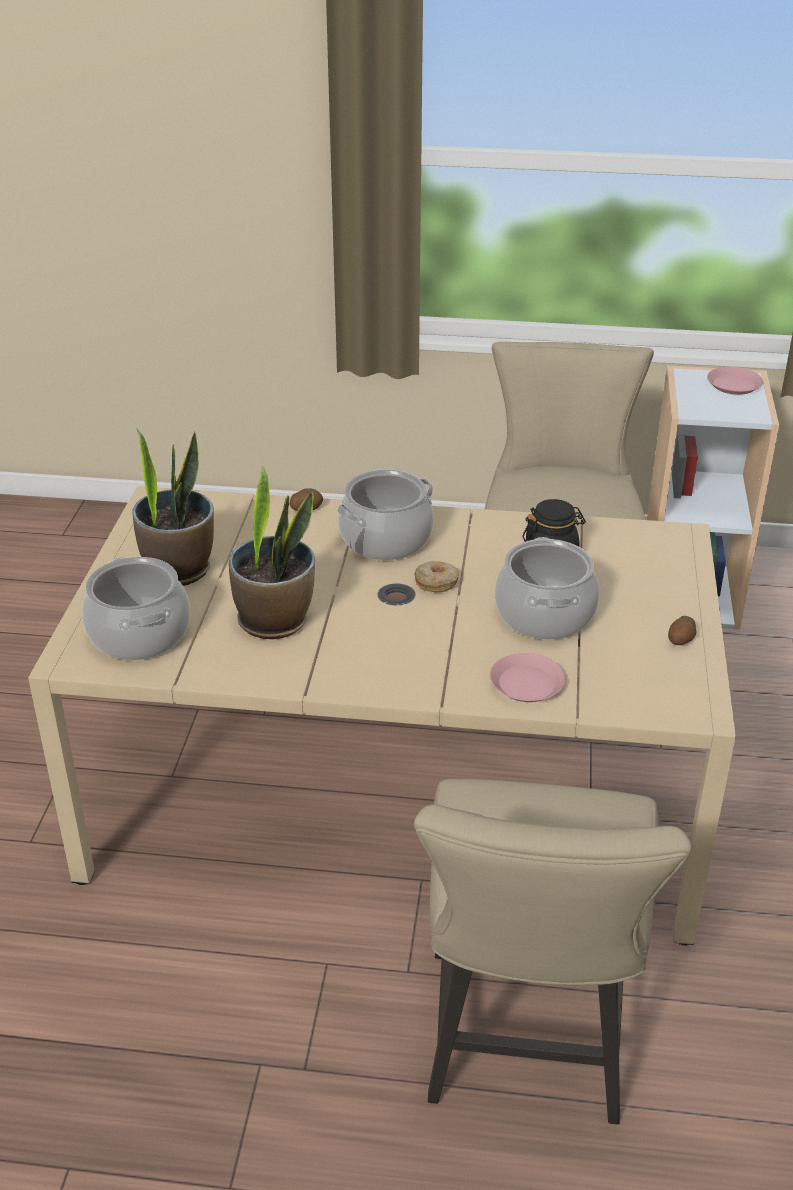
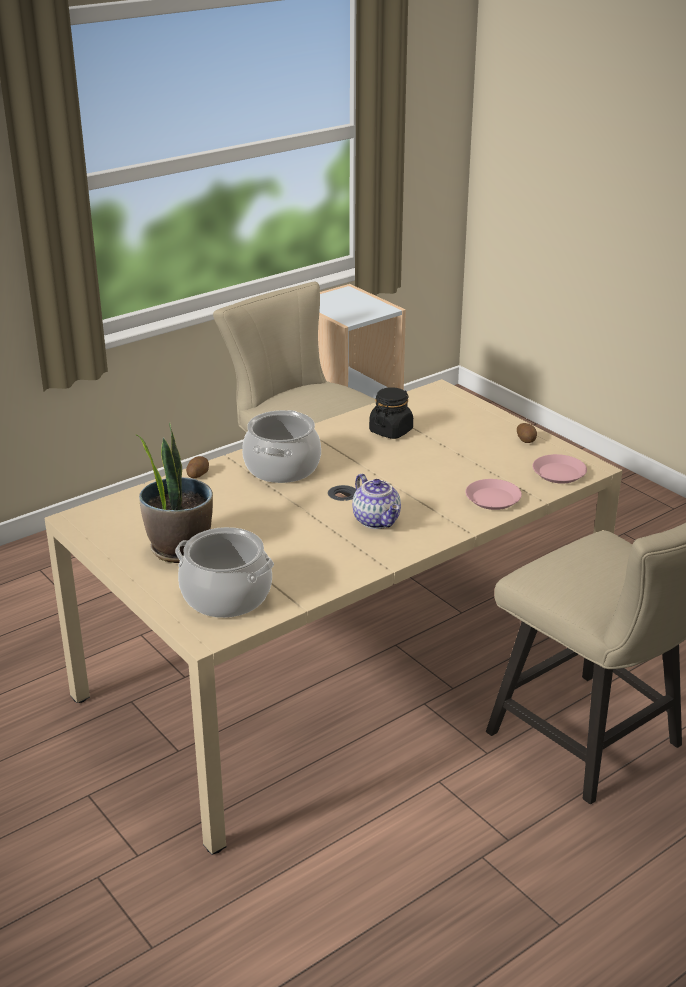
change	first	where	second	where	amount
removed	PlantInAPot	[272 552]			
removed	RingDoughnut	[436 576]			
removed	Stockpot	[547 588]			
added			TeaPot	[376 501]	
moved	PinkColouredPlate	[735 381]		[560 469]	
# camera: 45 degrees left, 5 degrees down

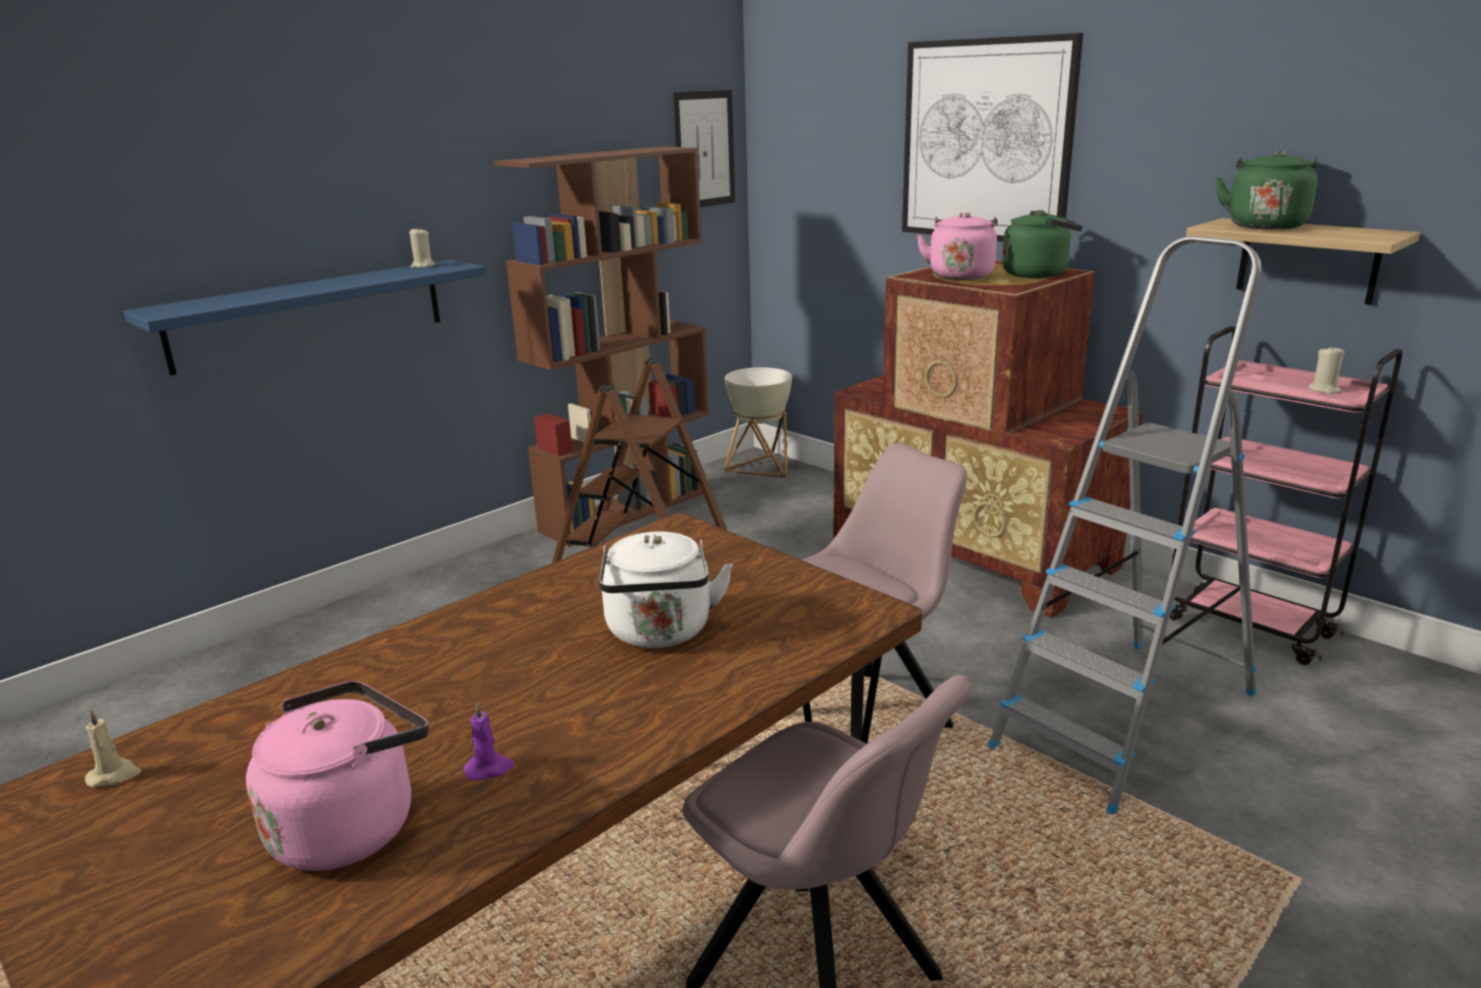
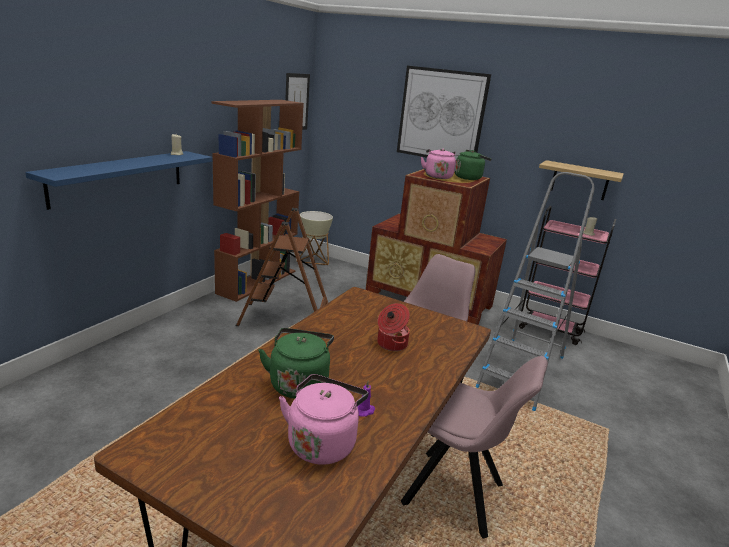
change	first	where	second	where	amount
removed	SandColouredWaxCandle	[113 748]			
moved	GreenTeaKettle	[1267 190]		[296 363]	
replaced	WhiteColouredTeaKettle	[666 589]	Stockpot	[393 327]	
# camera: 20 degrees left, 0 degrees up

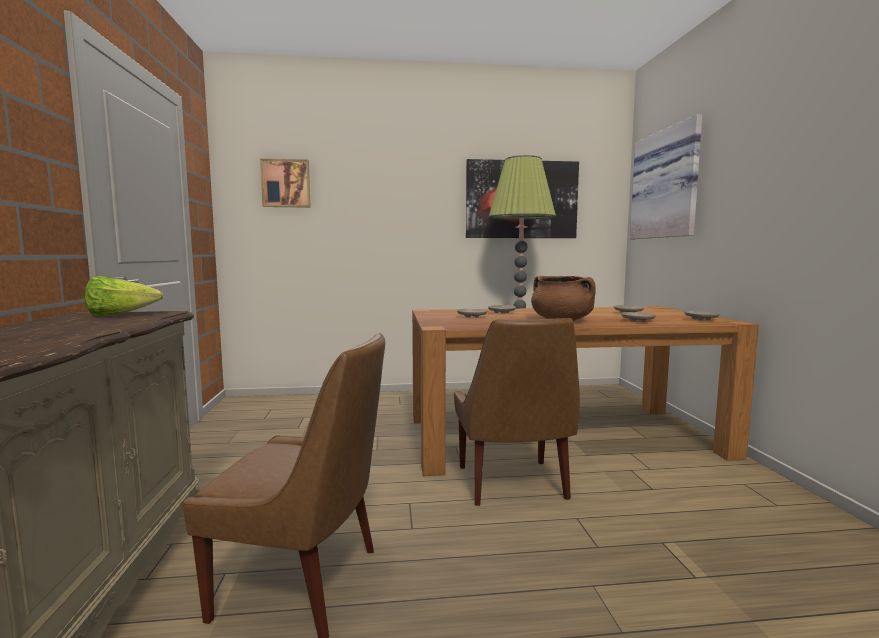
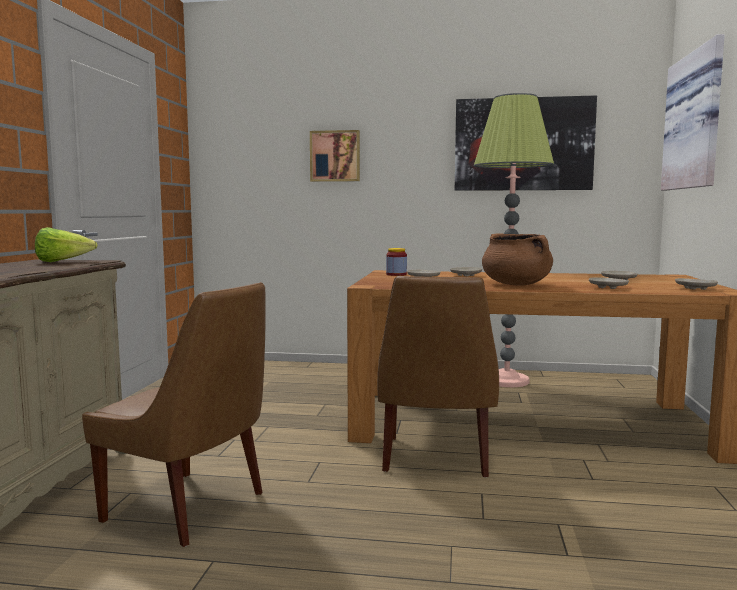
change	first	where	second	where	amount
added			Jar	[396 262]	
moved	WallArt	[285 183]		[335 156]	
# camera: 15 degrees right, 0 degrees up

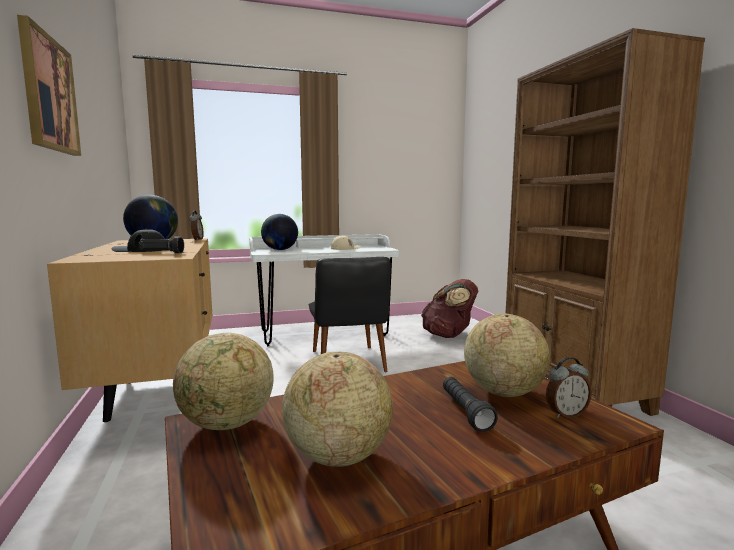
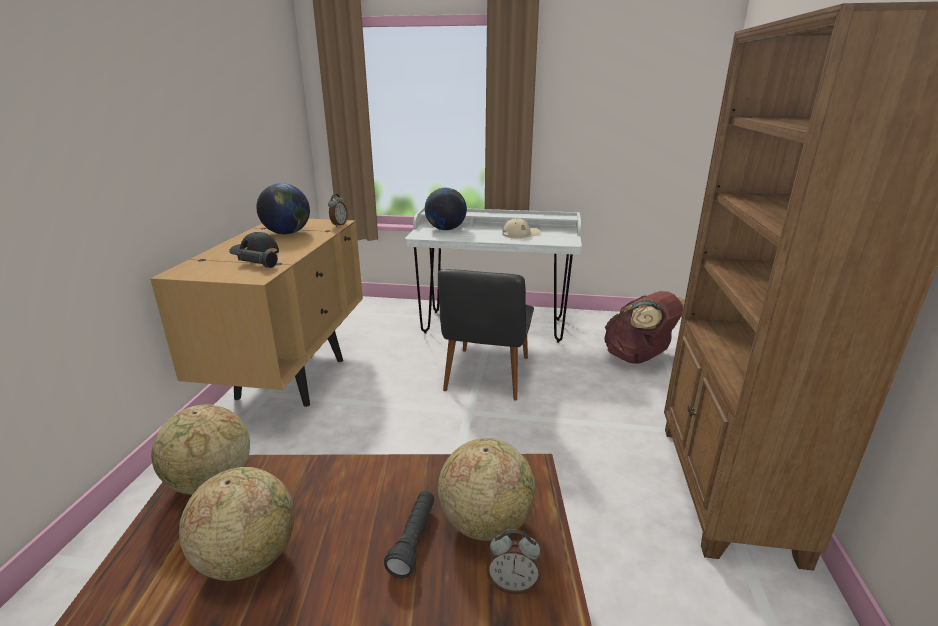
change	first	where	second	where	amount
removed	WallArt	[49 85]			
# camera: 25 degrees right, 15 degrees up

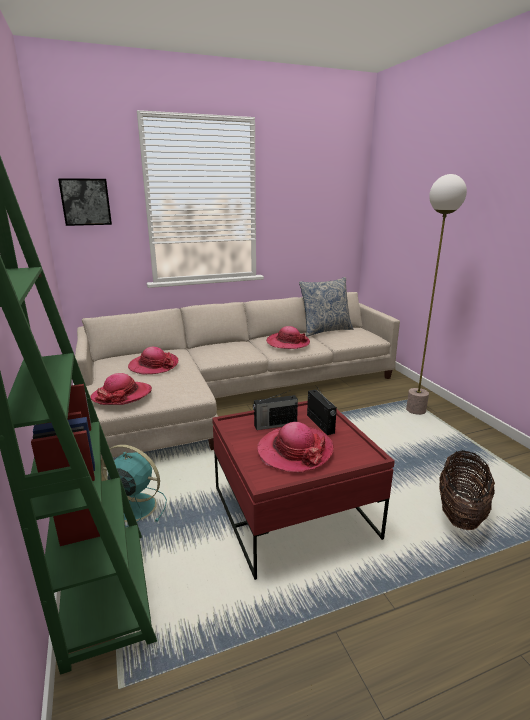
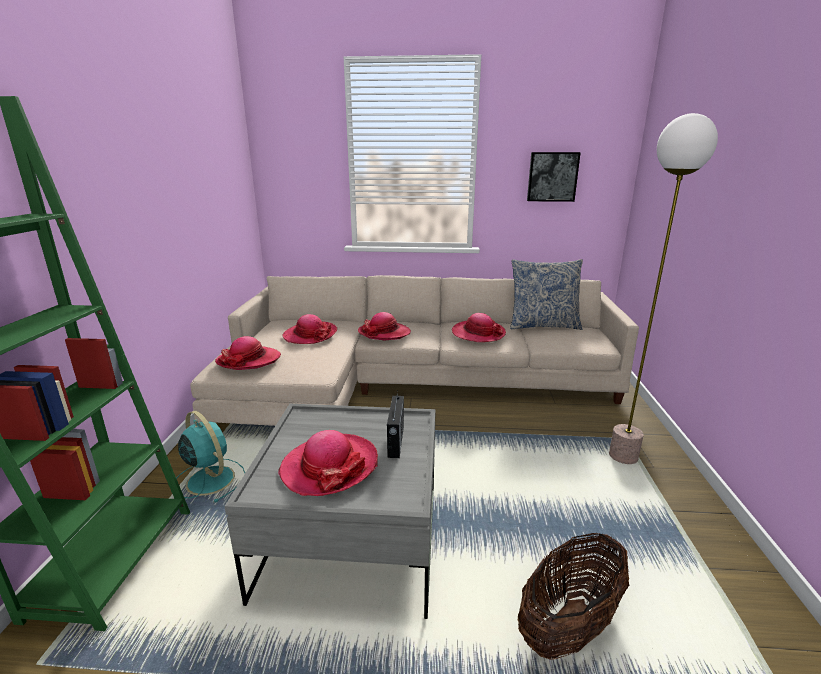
change	first	where	second	where	amount
removed	RadioSet	[275 410]			
added			WearableHat	[384 326]	
moved	WallArt	[85 202]		[554 177]	
recoloured	ReddishLoungeTable	[303 490]	GrayLoungeTable	[330 511]	
# camera: 25 degrees right, 0 degrees up

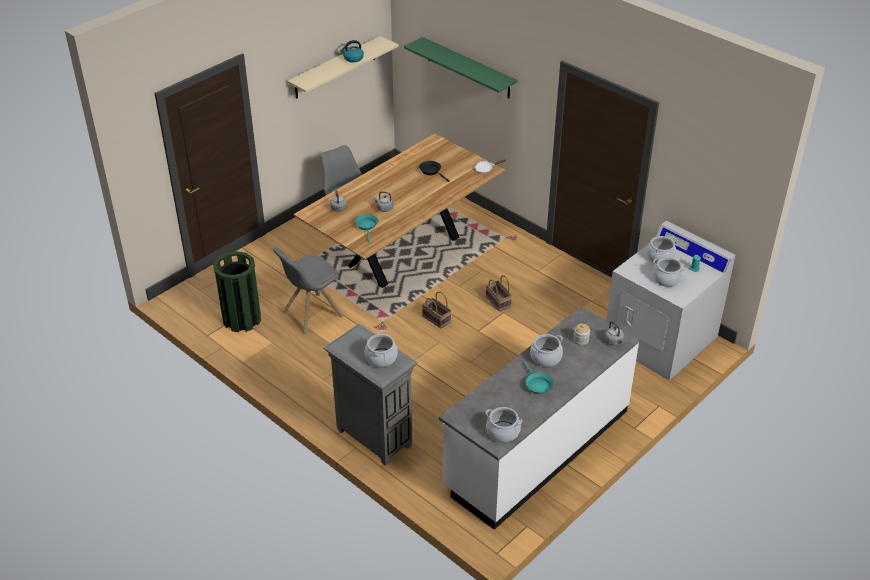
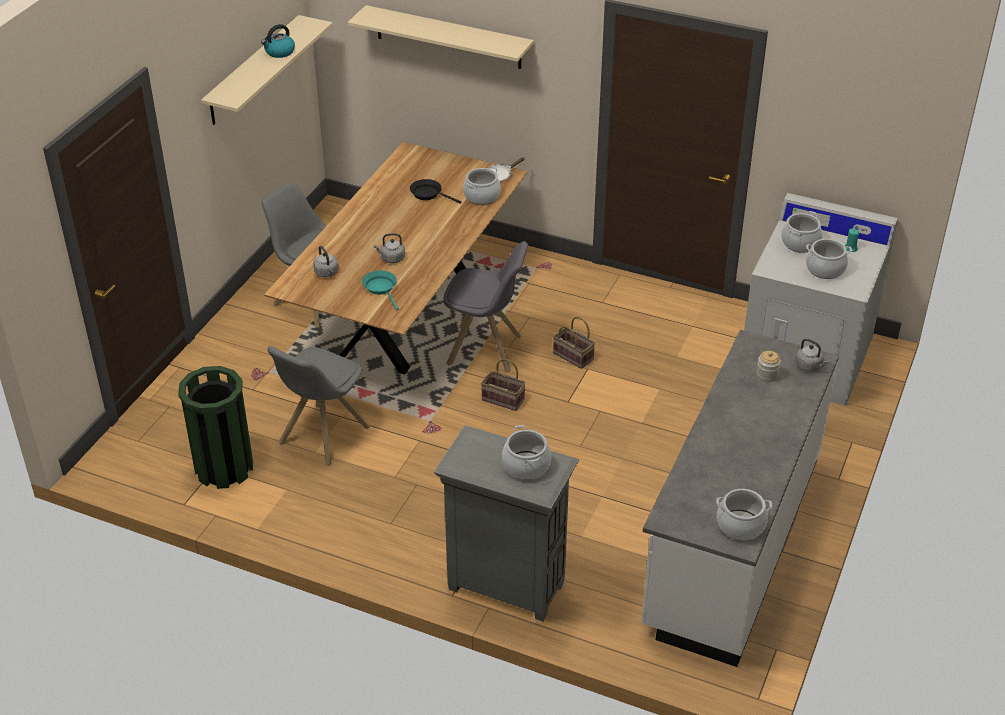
change	first	where	second	where	amount
removed	TurquoiseFryingPan	[539 378]			
added			GrayPlainChair	[485 306]	
moved	Stockpot	[546 350]		[482 185]	
recoloured	GreenBracketShelf	[460 67]	SandColouredBracketShelf	[441 37]	
# camera: 20 degrees left, 0 degrees up

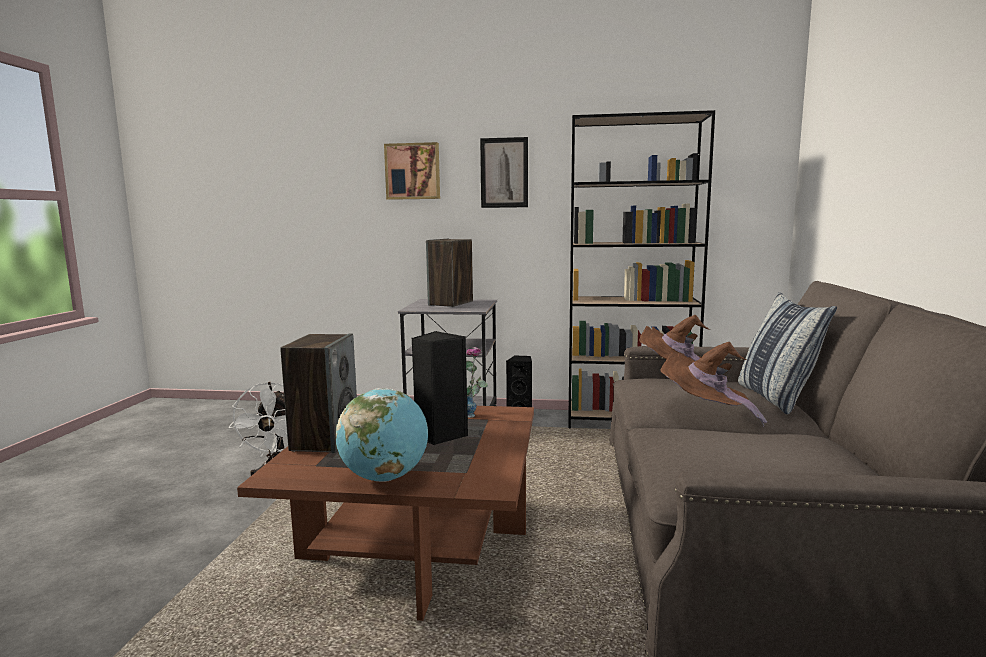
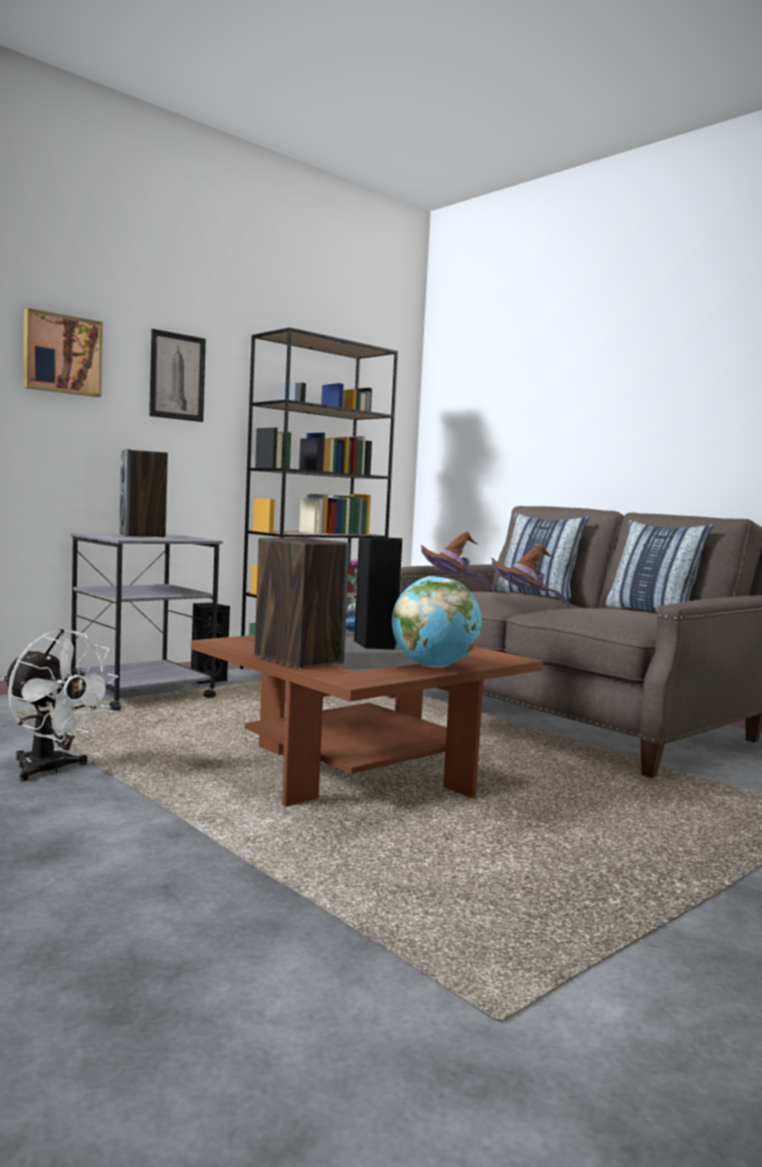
change	first	where	second	where	amount
added			ThrowPillow	[659 566]	
# camera: 50 degrees left, 5 degrees down

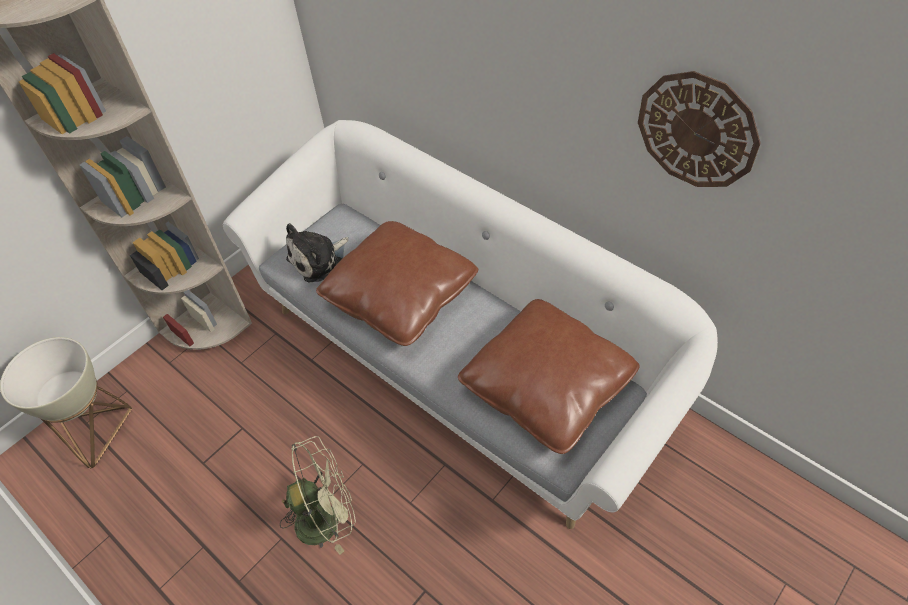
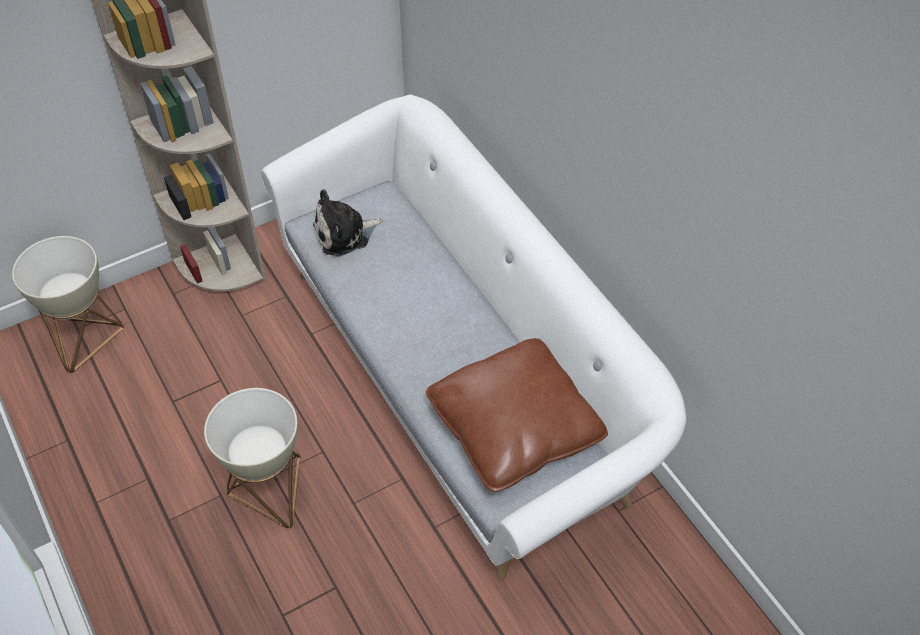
change	first	where	second	where	amount
removed	BrownThrowPillow	[397 283]			
removed	ClockOnTheWall	[699 129]			
replaced	GreenCoolingFan	[318 495]	Planter	[252 458]	
# camera: 15 degrees right, 0 degrees up

